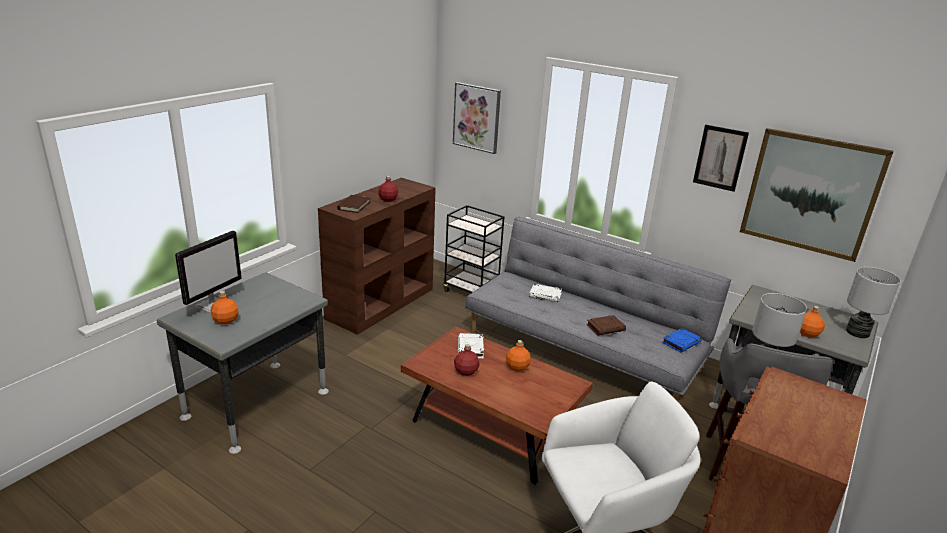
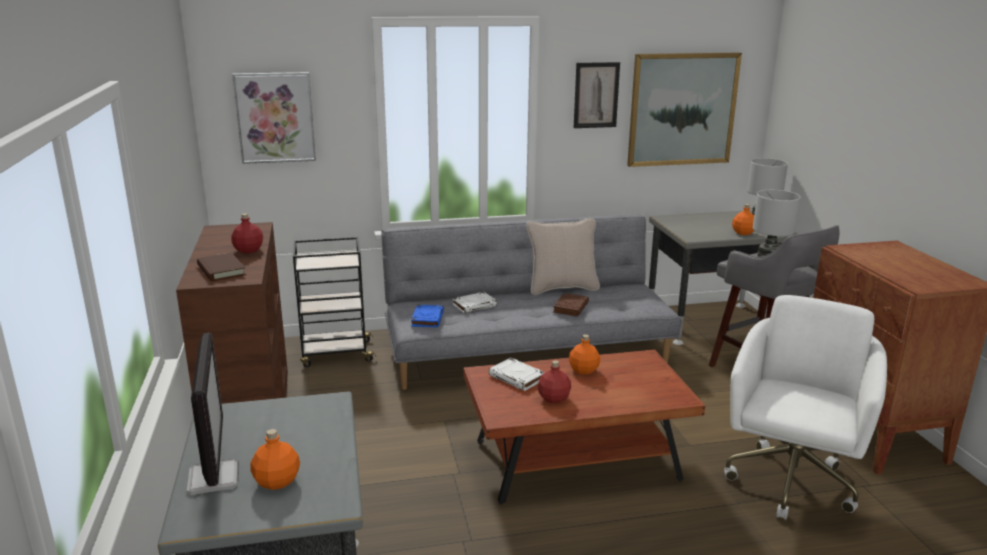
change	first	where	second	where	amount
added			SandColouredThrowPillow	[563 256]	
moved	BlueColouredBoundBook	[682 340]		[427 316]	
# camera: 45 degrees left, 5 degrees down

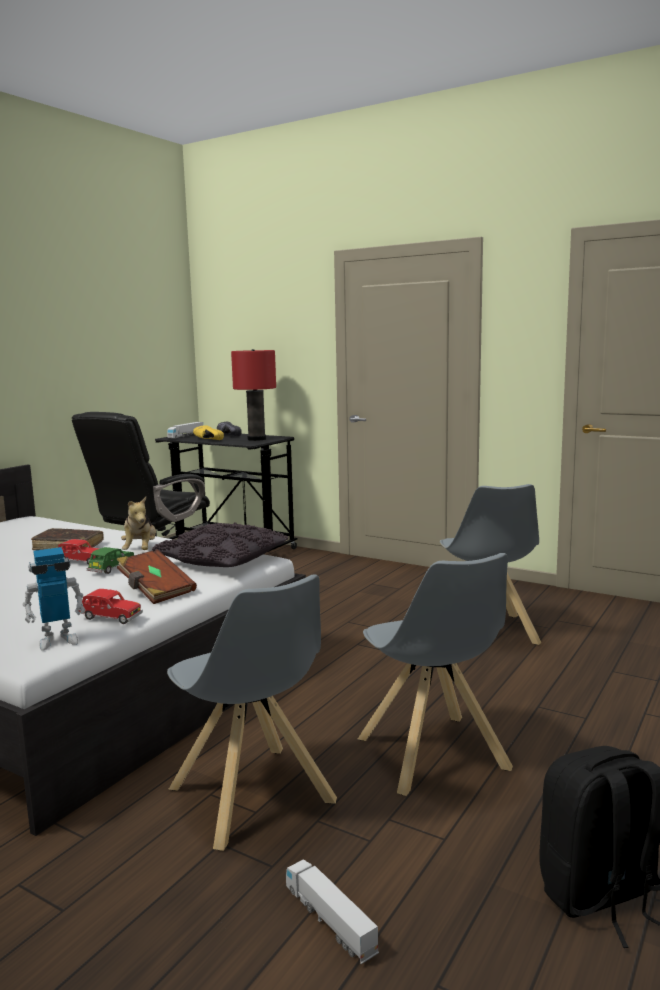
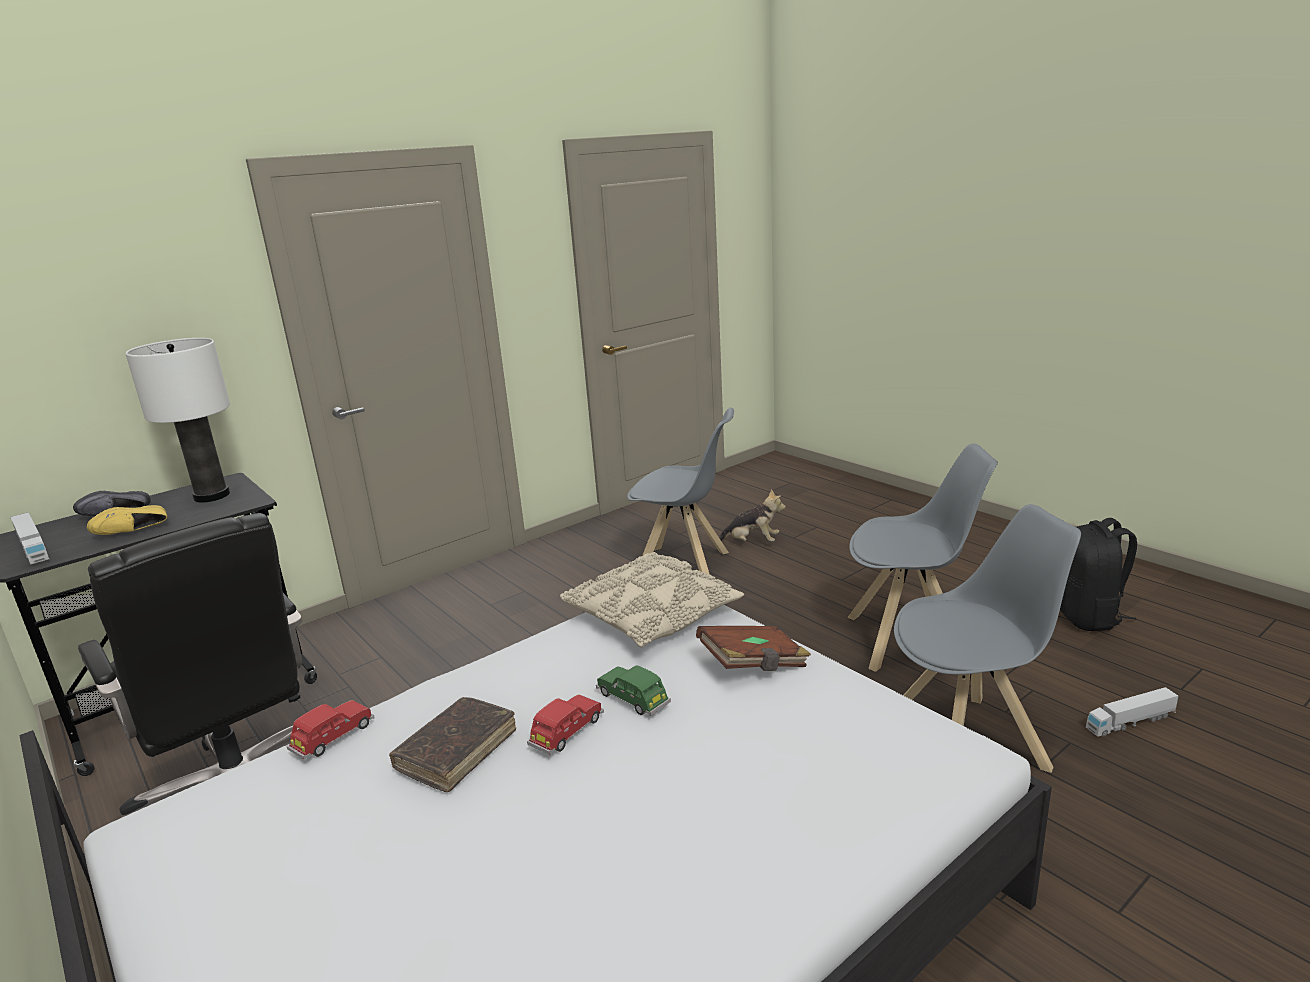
change	first	where	second	where	amount
removed	RobotFigure	[54 599]			
moved	ReddishMiniatureCar	[110 606]		[330 730]	
moved	PlushToy	[138 523]		[752 515]	
recoloured	BlackishThrowPillow	[220 544]	SandColouredThrowPillow	[652 600]	
recoloured	ReddishTableLamp	[253 395]	WhiteColouredTableLamp	[177 420]	
# camera: 70 degrees left, 10 degrees up

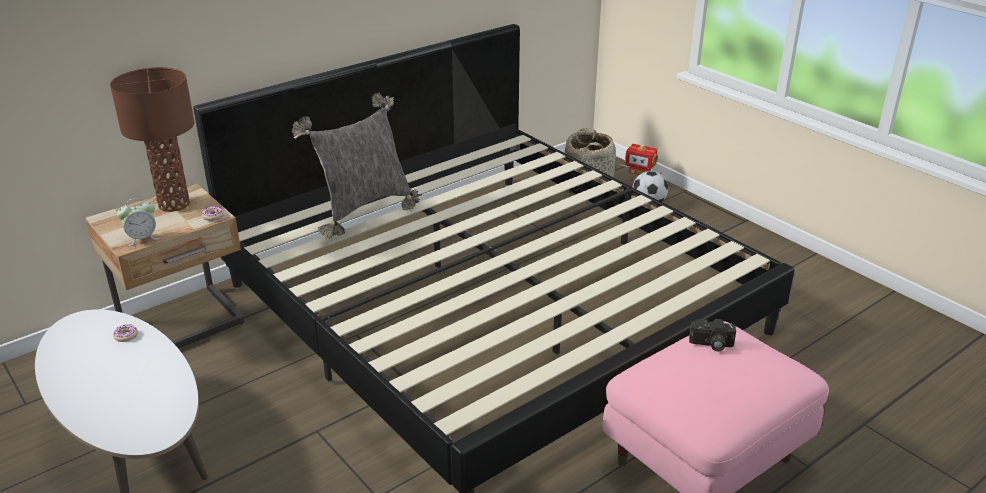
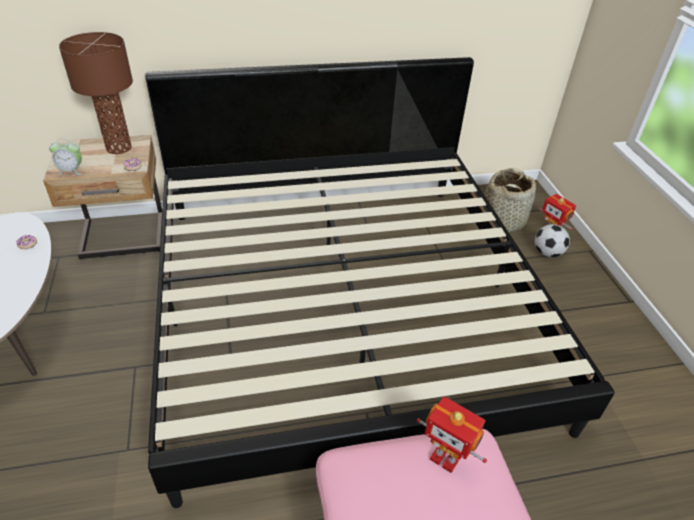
change	first	where	second	where	amount
removed	ThrowPillow	[356 165]			
replaced	StillCamera	[712 335]	RobotFigure	[452 434]	
# camera: 25 degrees right, 10 degrees up

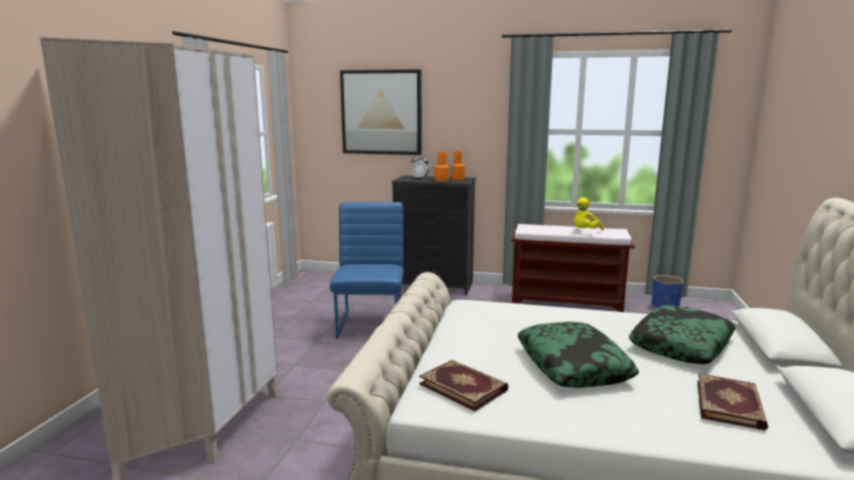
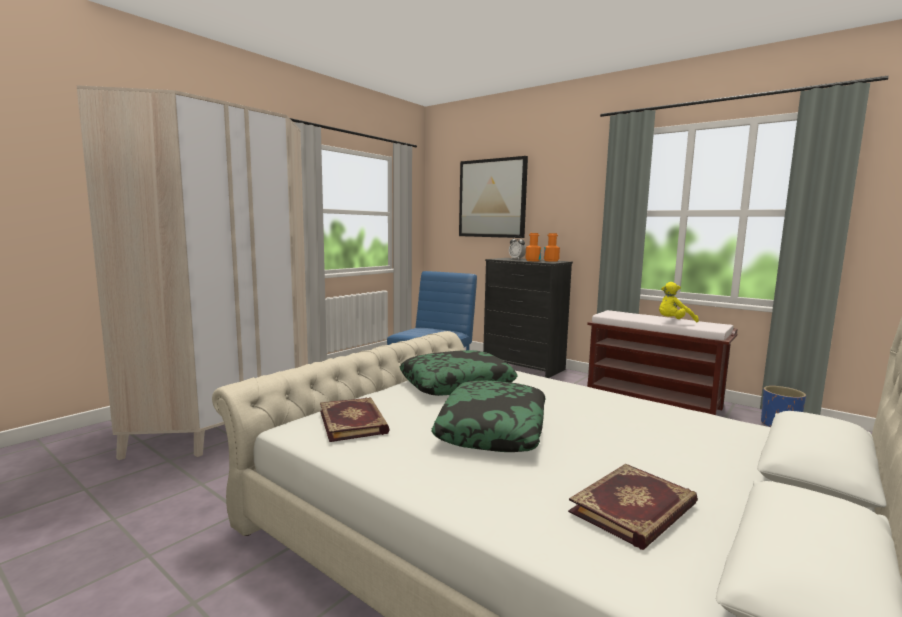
change	first	where	second	where	amount
moved	ThrowPillow	[682 334]		[459 373]	
# camera: 25 degrees right, 5 degrees down

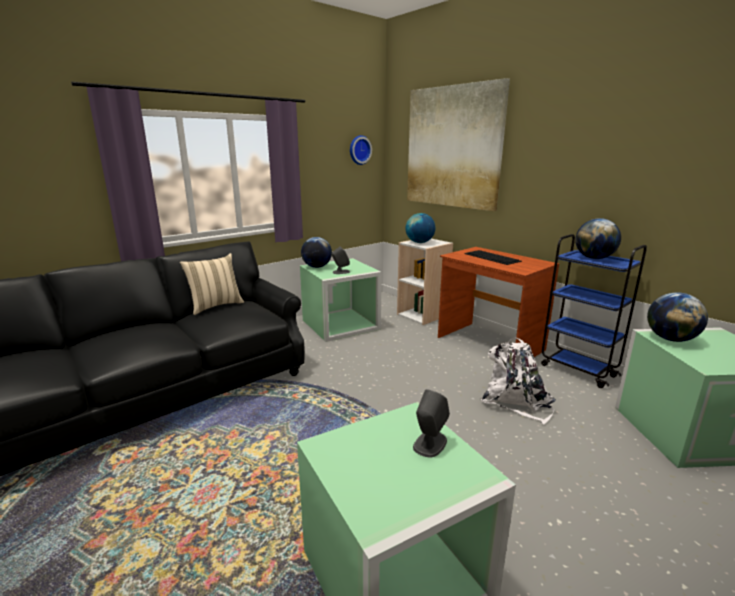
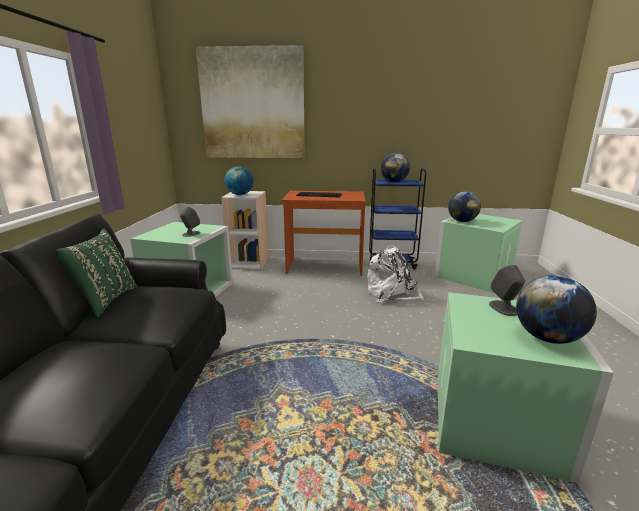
change	first	where	second	where	amount
removed	ClockOnTheWall	[361 150]			
moved	Globe	[316 252]		[556 309]	
recoloured	SandColouredThrowPillow	[212 284]	GreenThrowPillow	[96 273]	
# camera: 45 degrees left, 0 degrees up

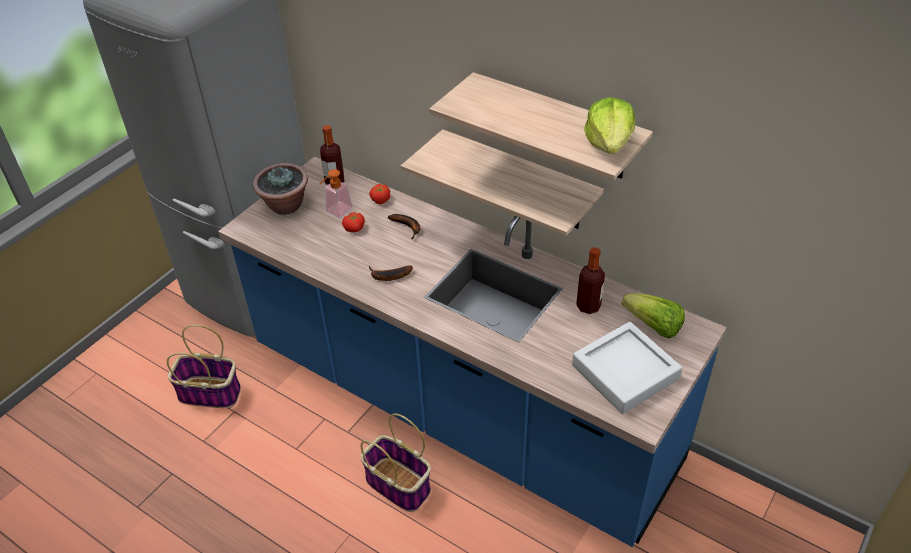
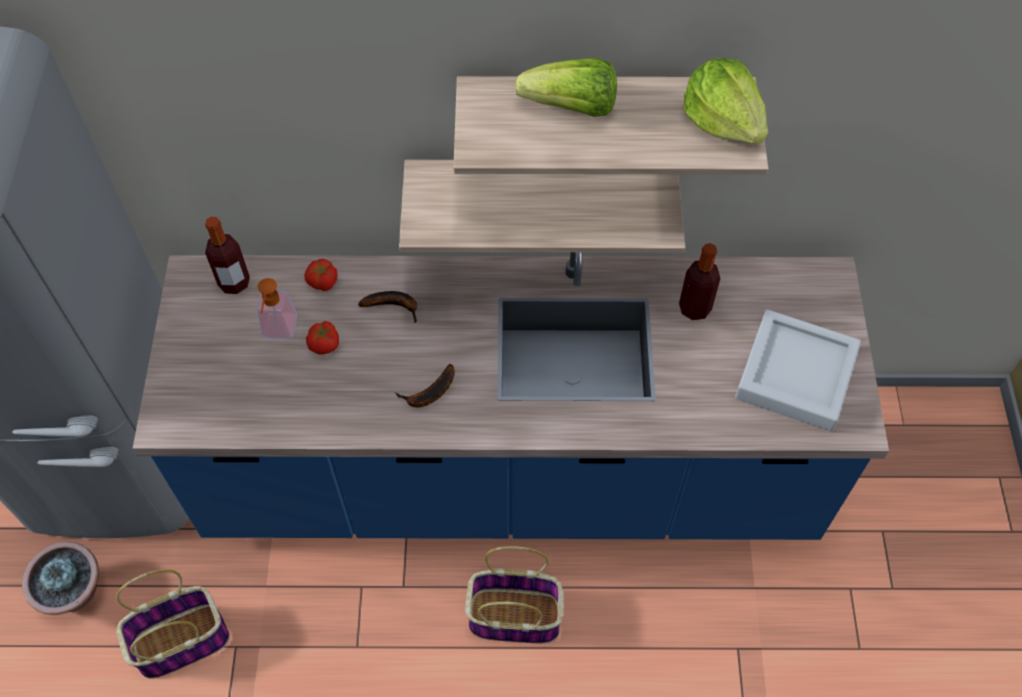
change	first	where	second	where	amount
moved	PlantInAPot	[280 189]		[60 578]	
moved	LettuceHead	[653 315]		[566 87]	
# camera: 35 degrees left, 15 degrees up

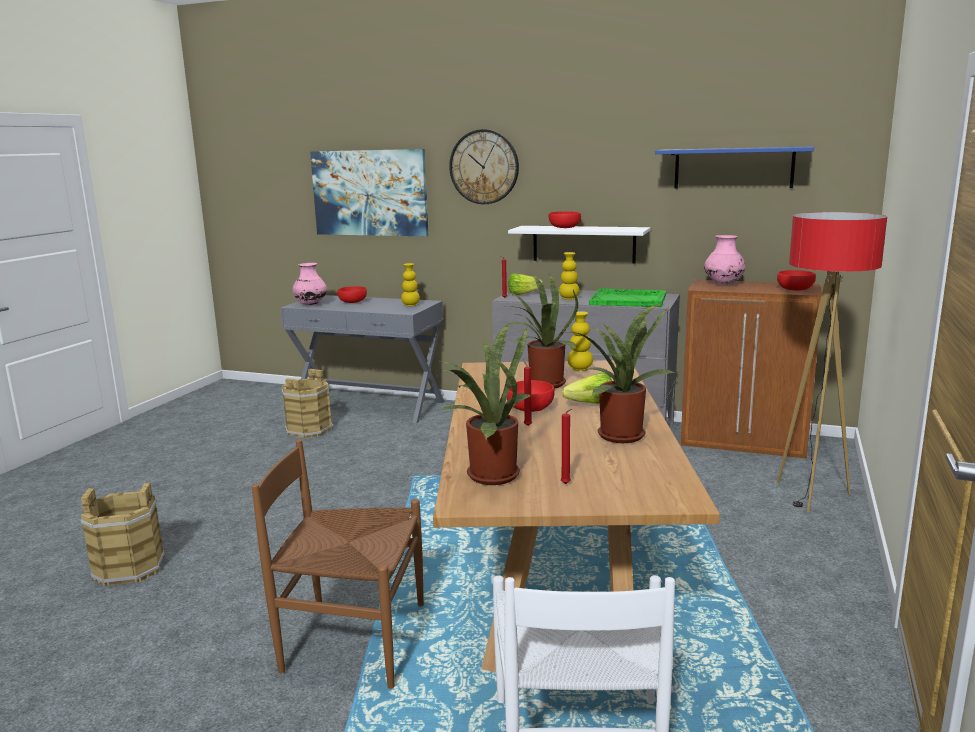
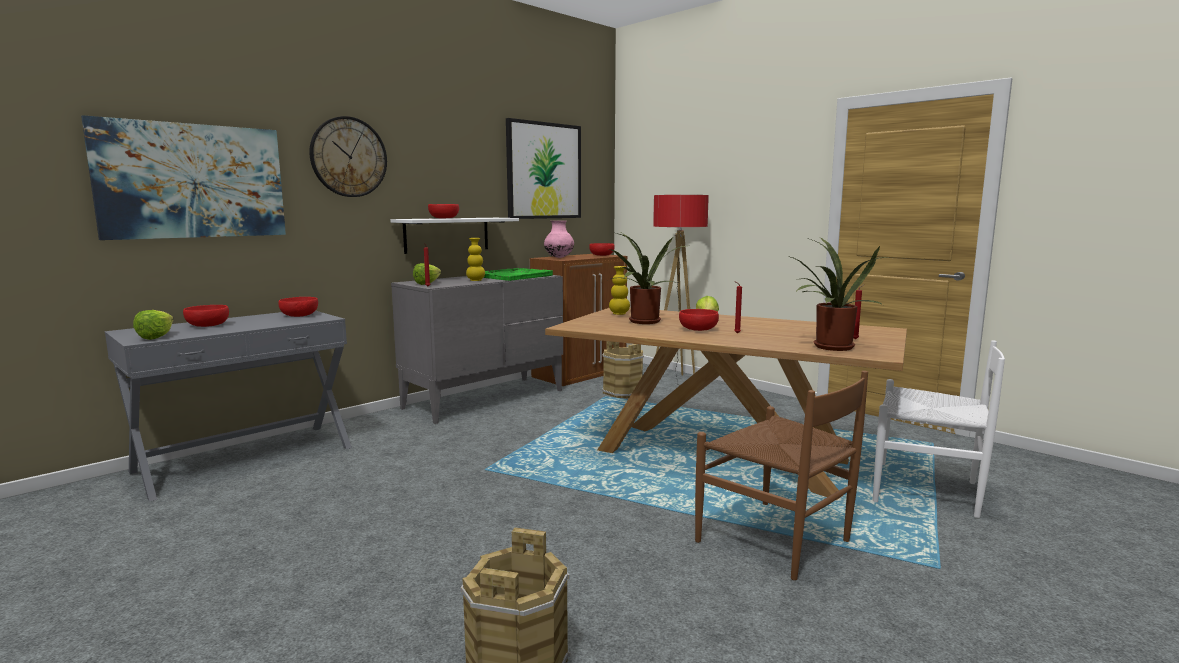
change	first	where	second	where	amount
removed	PlantInAPot	[620 373]			
moved	BrownBucket	[307 403]		[623 369]	
replaced	PinkColouredFlowerVase	[310 284]	LettuceHead	[153 325]	
replaced	YellowColouredFlowerVase	[410 284]	ReddishDeepDish	[298 307]	
replaced	BlueColouredBracketShelf	[734 167]	WallArt	[543 168]	
turned	BrownPlainChair	[338 564]		[781 475]	75 degrees counterclockwise
# camera: 65 degrees left, 5 degrees down

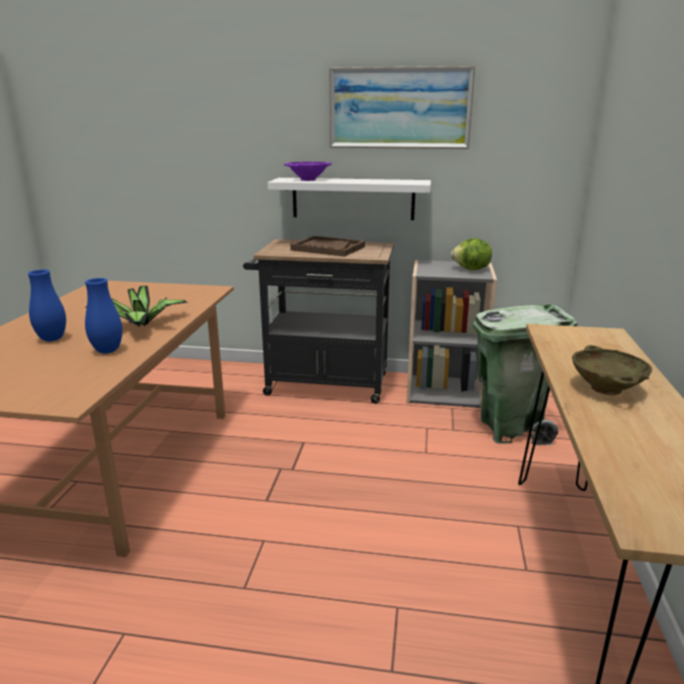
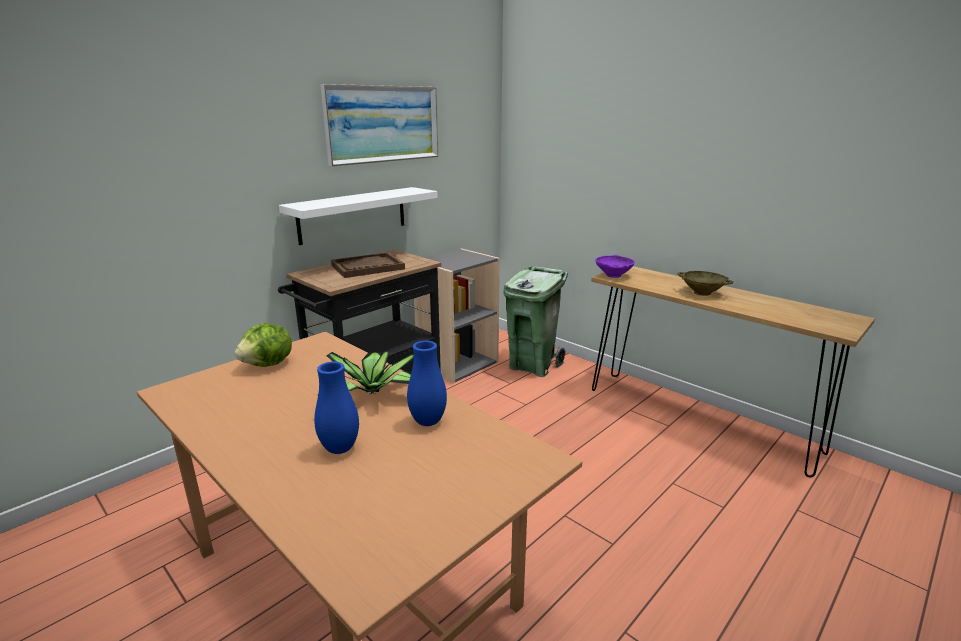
change	first	where	second	where	amount
moved	PurplishDeepDish	[308 171]		[615 266]	
moved	LettuceHead	[471 254]		[263 345]	
# camera: 55 degrees left, 0 degrees up

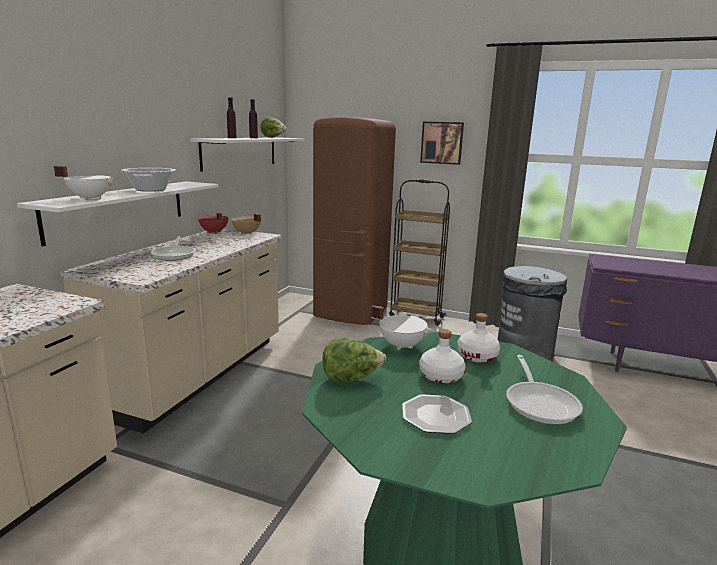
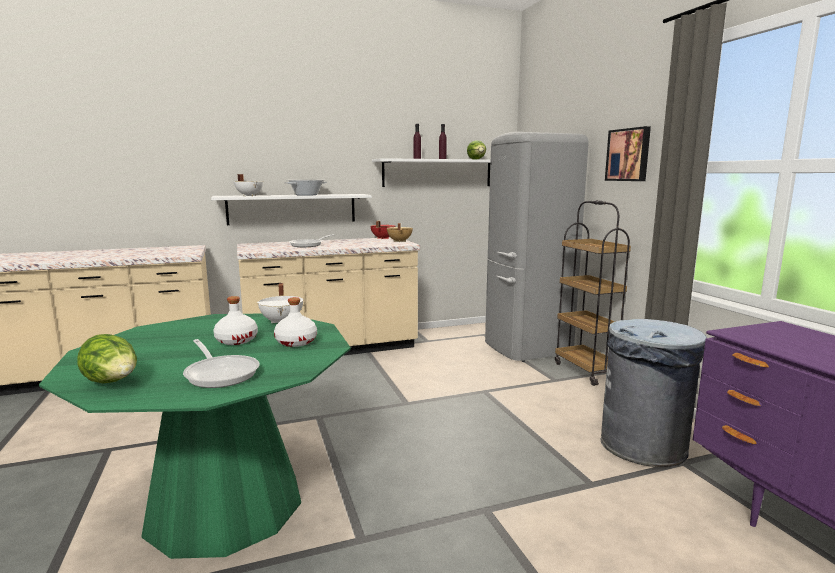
change	first	where	second	where	amount
removed	Plate	[437 414]			
moved	LettuceHead	[354 360]		[107 358]	
recoloured	BrownFridge	[354 221]	GrayFridge	[537 247]	
turned	FryingPan	[544 390]		[221 363]	90 degrees counterclockwise
# camera: 50 degrees right, 5 degrees down

